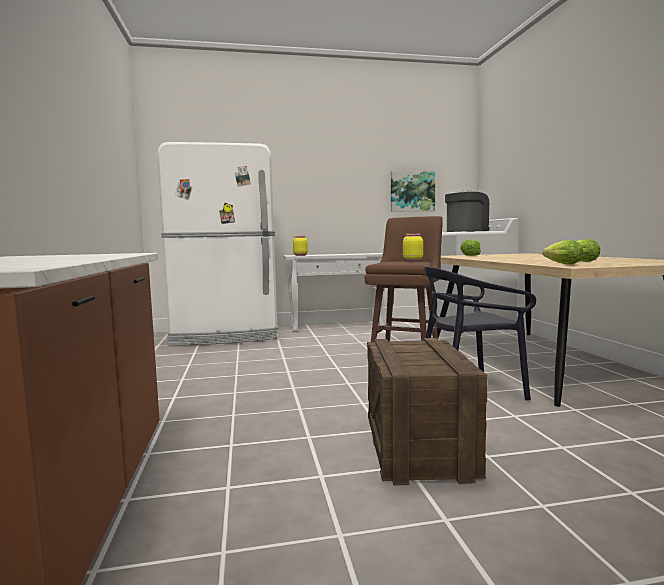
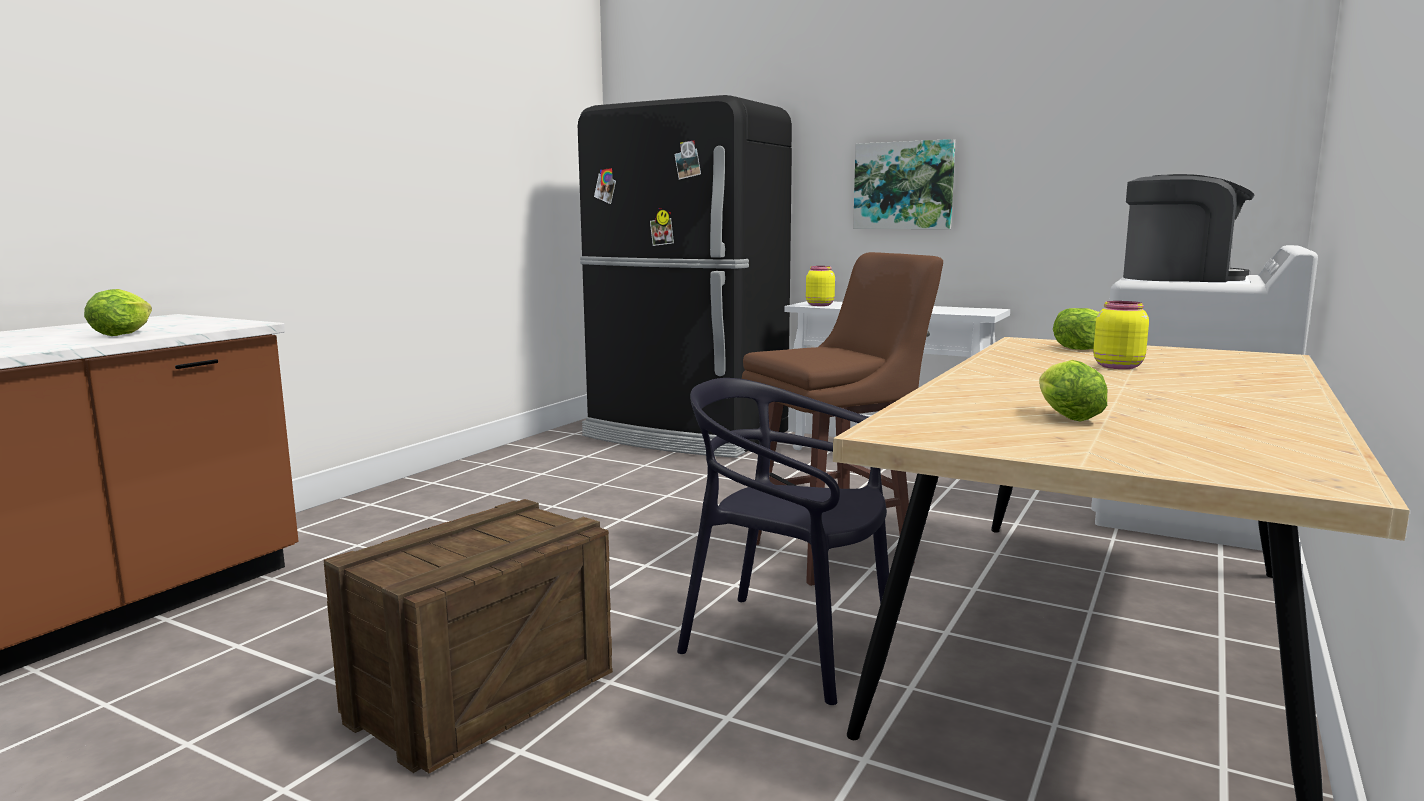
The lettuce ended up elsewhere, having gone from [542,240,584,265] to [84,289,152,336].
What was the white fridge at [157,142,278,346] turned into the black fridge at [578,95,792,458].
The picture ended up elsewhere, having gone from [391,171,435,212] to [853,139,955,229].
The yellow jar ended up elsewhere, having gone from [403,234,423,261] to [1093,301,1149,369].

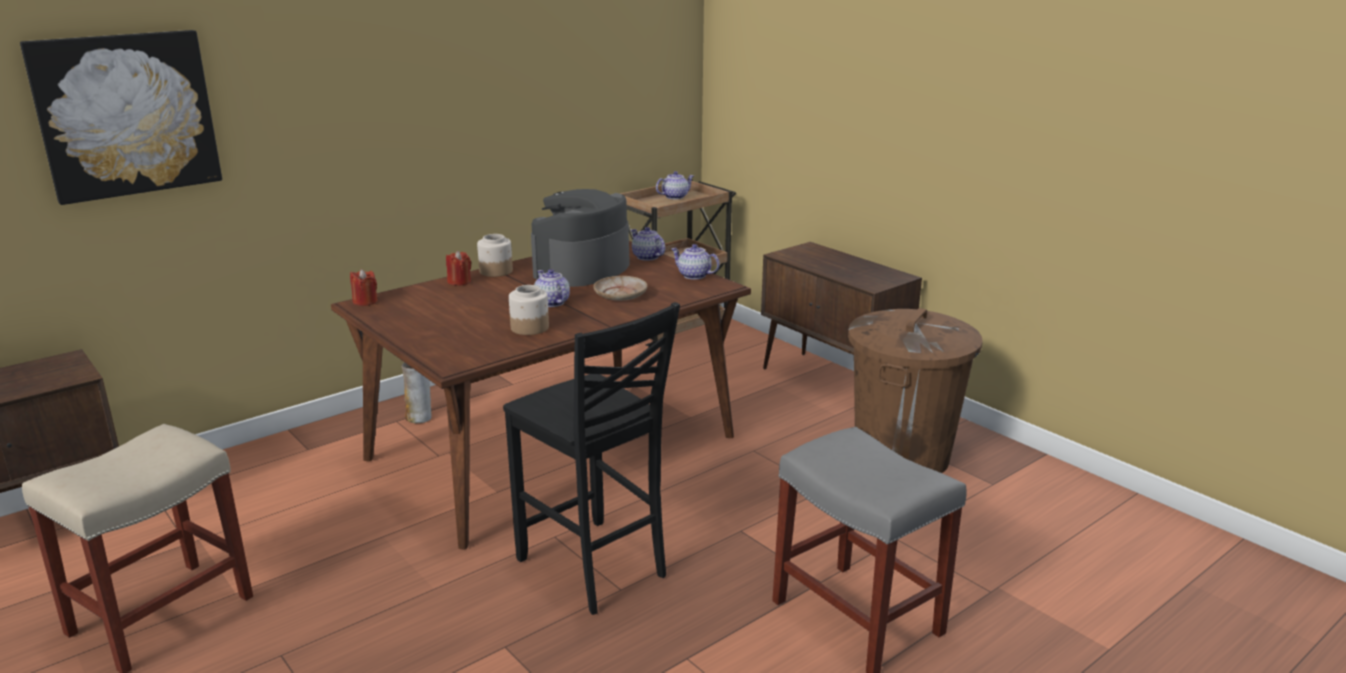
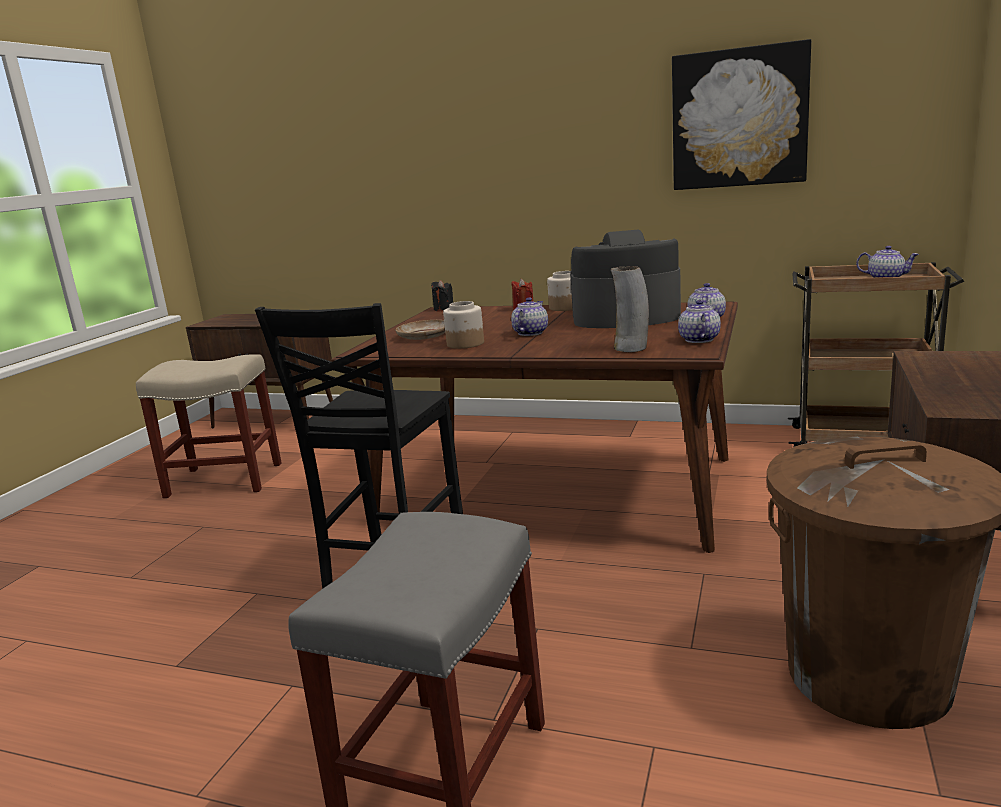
The beige plate ended up elsewhere, having gone from [594,276,647,301] to [395,320,445,340].
What was the red candle at [350,269,378,306] turned into the black candle at [431,280,453,312].
The vase ended up elsewhere, having gone from [401,362,432,423] to [611,266,649,352].
The picture ended up elsewhere, having gone from [20,30,222,205] to [672,39,811,190].

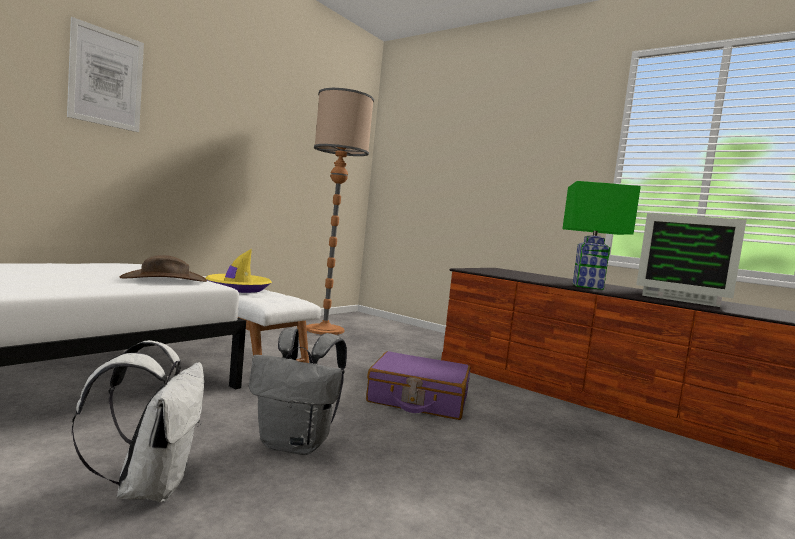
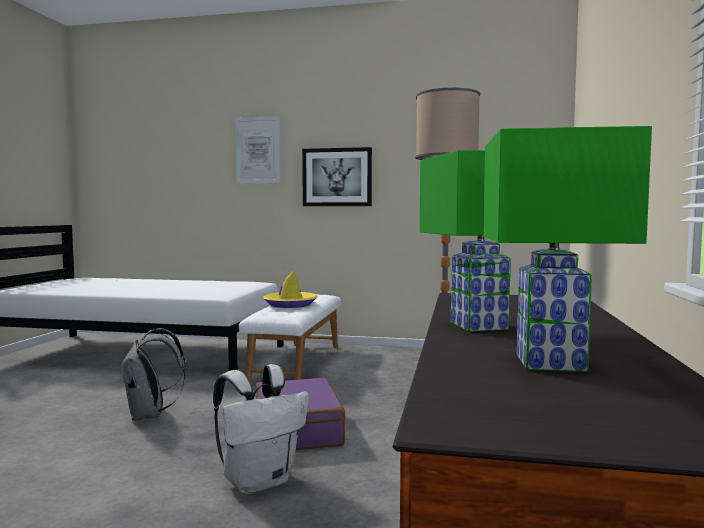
The white backpack ended up elsewhere, having gone from [71,340,204,502] to [213,364,309,494].
The second view gained the picture at [302,147,372,206].
Where the monitor stood at [636,213,746,307], the green table lamp came to stand at [483,126,652,372].
The second view lost the brown hat at [119,255,207,282].

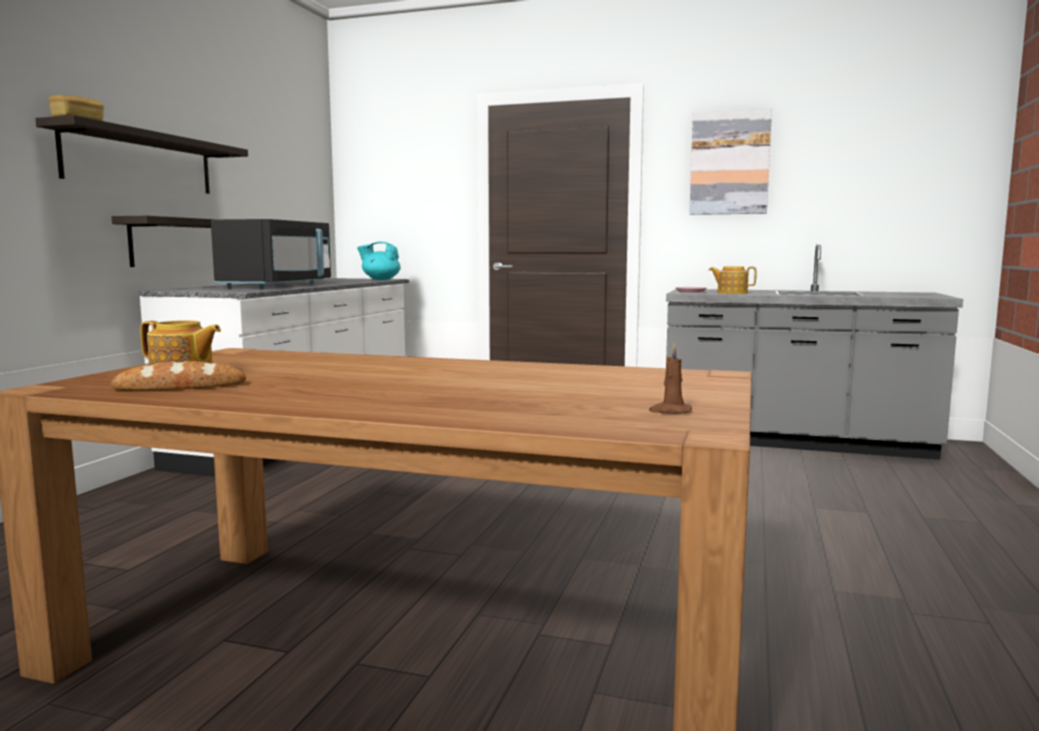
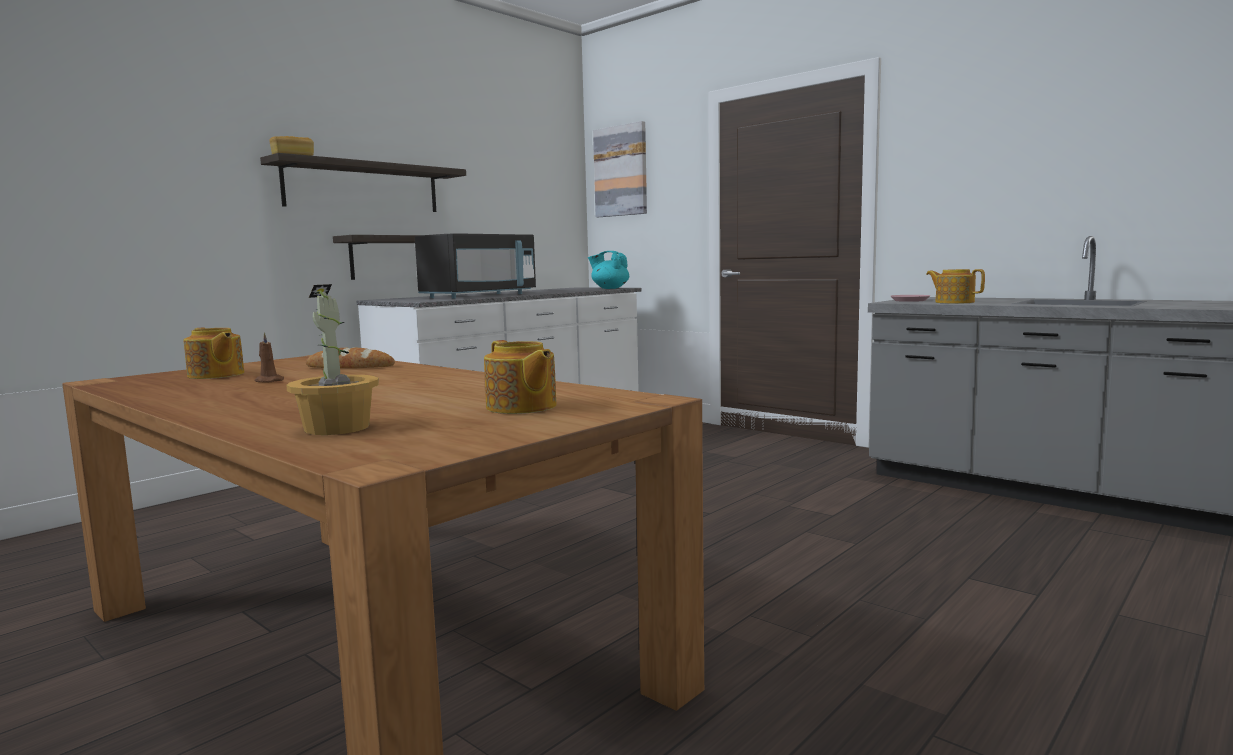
The brown candle ended up elsewhere, having gone from [649,344,692,413] to [254,332,284,383].
The second view gained the potted plant at [286,284,379,435].
The bread ended up elsewhere, having gone from [111,361,246,390] to [306,347,395,368].
The second view gained the teapot at [484,340,557,414].
The picture ended up elsewhere, having gone from [689,108,772,215] to [593,121,647,217].

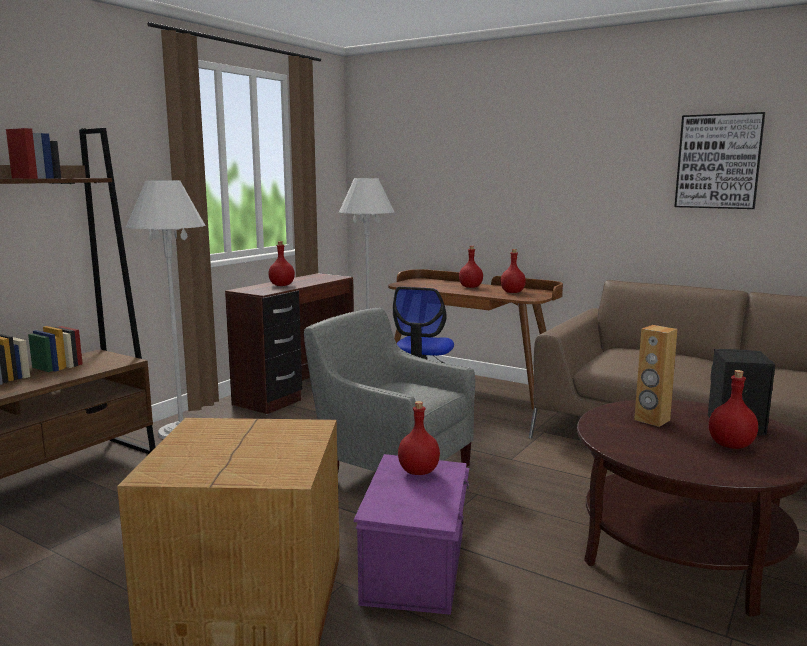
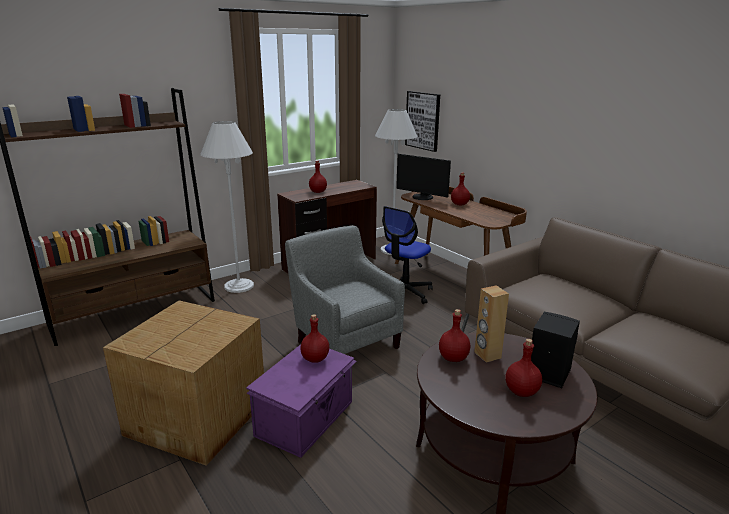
The second view gained the monitor at [396,154,451,200].
The picture ended up elsewhere, having gone from [674,112,765,209] to [405,91,440,152].
The red bottle ended up elsewhere, having gone from [501,249,526,293] to [439,309,470,362].

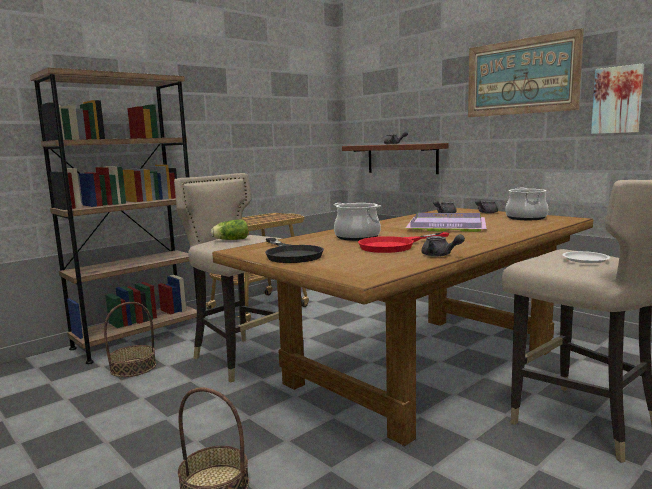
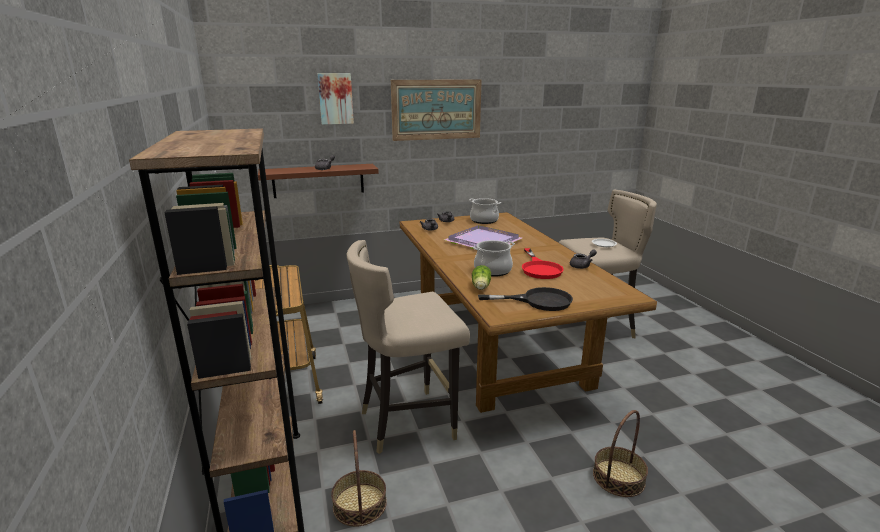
The picture ended up elsewhere, having gone from [591,64,644,134] to [317,73,354,125].
The lettuce ended up elsewhere, having gone from [211,219,248,240] to [472,265,491,290].

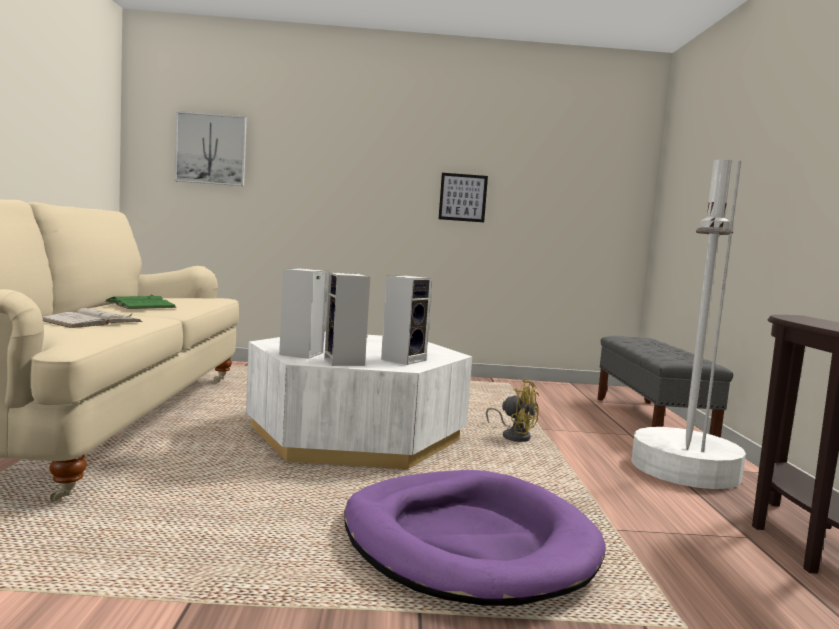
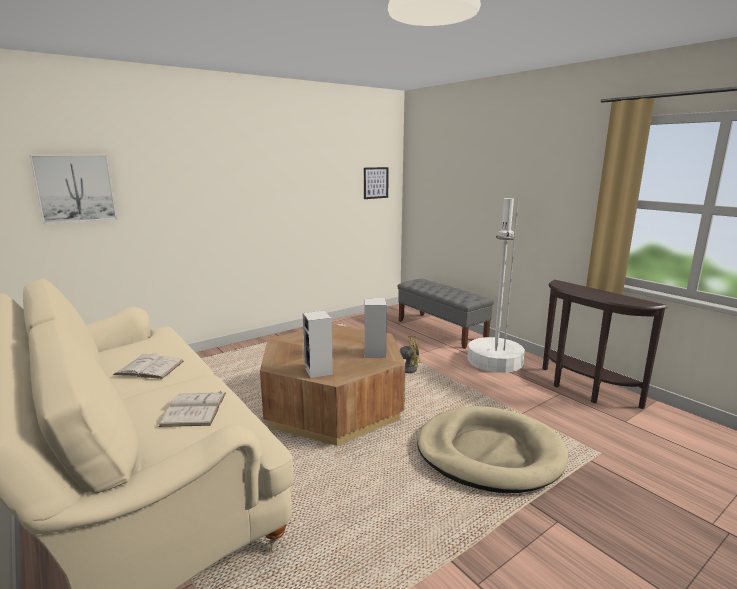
What was the green book at [106,294,176,309] turned into the white book at [113,354,184,379].
What was the white coffee table at [246,332,472,469] turned into the brown coffee table at [260,324,405,445].
The picture ended up elsewhere, having gone from [439,173,488,222] to [364,167,389,199].
What was the purple dog bed at [344,470,606,606] turned into the beige dog bed at [417,406,568,493].
The second view lost the speaker at [324,272,370,366].

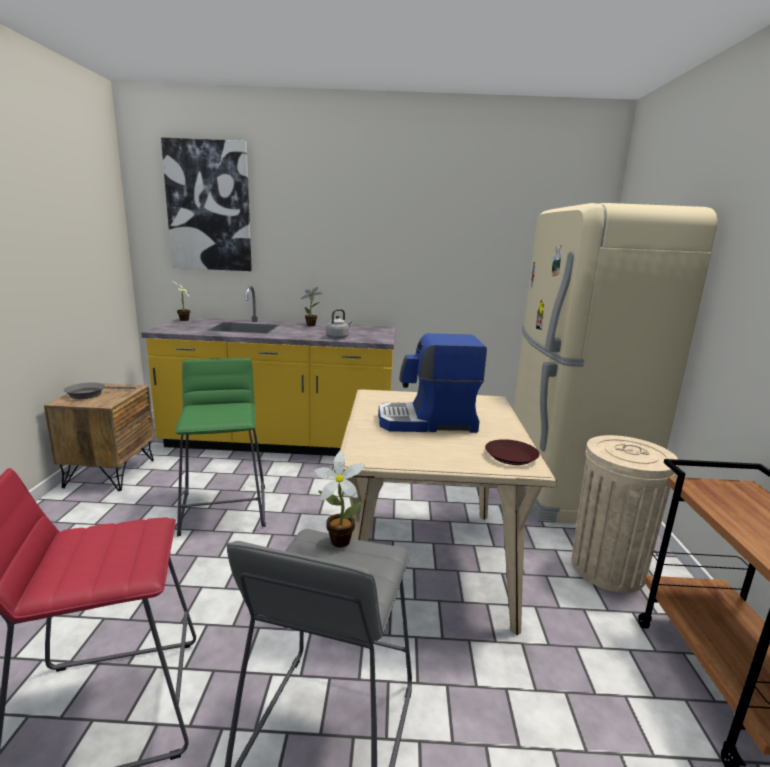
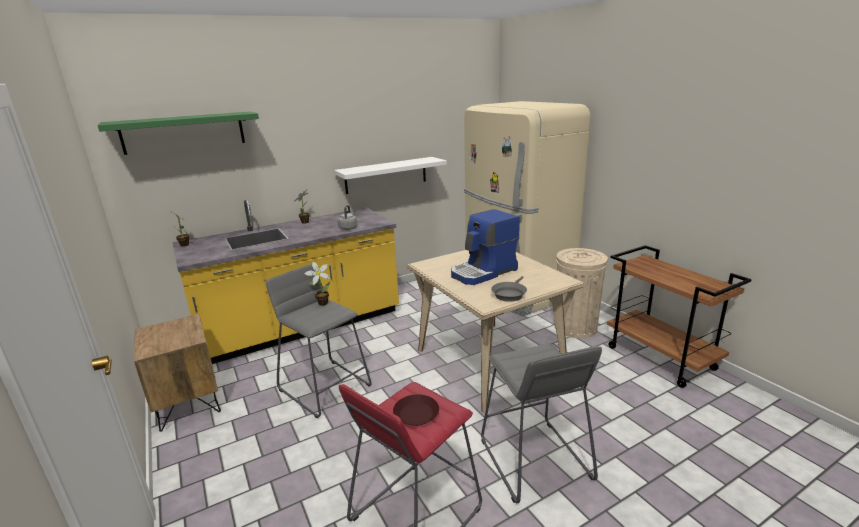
Where the picture hung at [161,138,252,271], the green shelf came to hang at [97,111,259,155].
What was the green stool at [175,358,266,536] turned into the grey stool at [266,264,372,418].
The potted plant ended up elsewhere, having gone from [315,451,365,547] to [305,262,330,306].
The second view gained the white shelf at [334,157,447,194].
The brown plate ended up elsewhere, having gone from [485,439,540,465] to [393,394,439,426].
The grey frying pan ended up elsewhere, having gone from [64,382,135,399] to [491,276,527,302].

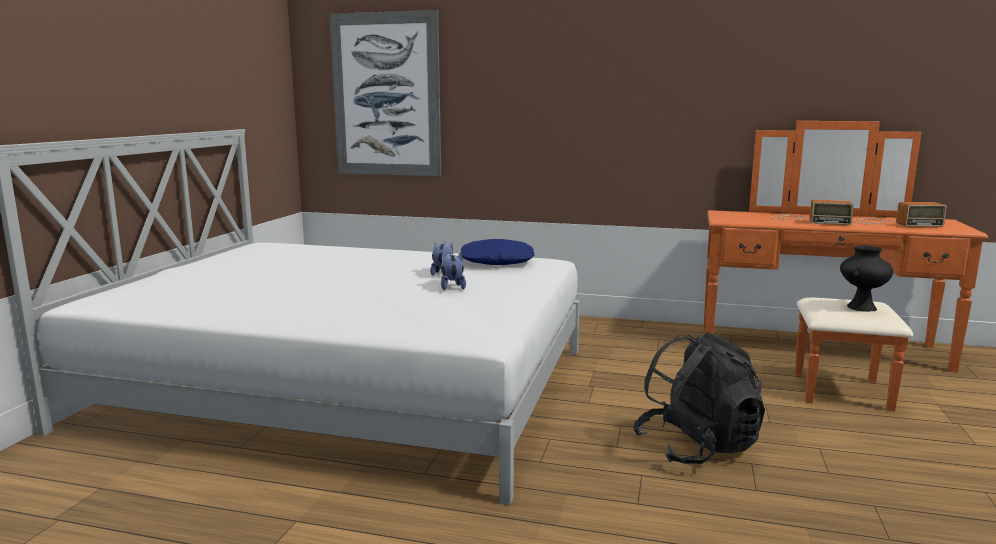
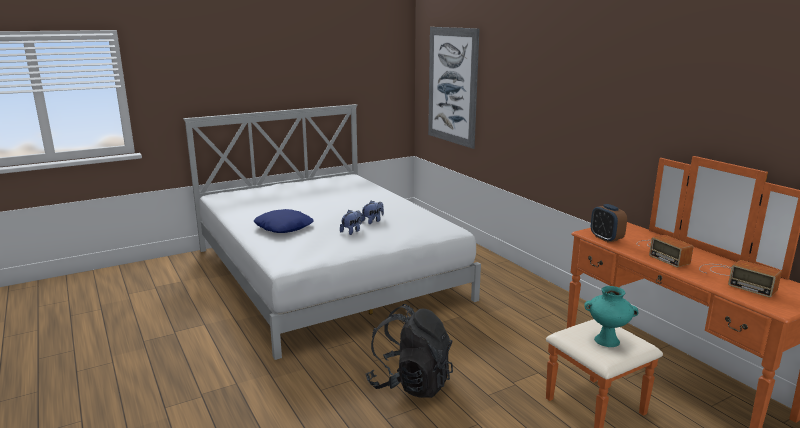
The blue pillow ended up elsewhere, having gone from [460,239,534,265] to [254,209,314,233].
What was the black vase at [840,245,893,312] turned into the turquoise vase at [584,286,639,347].
The second view gained the alarm clock at [591,204,627,243].

